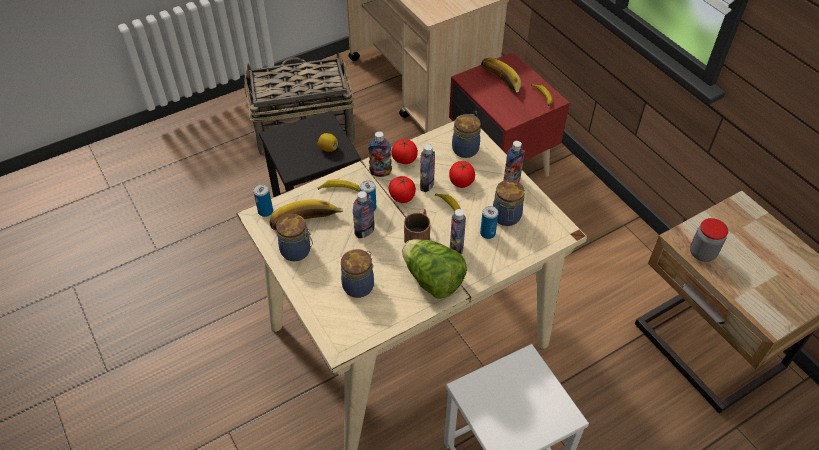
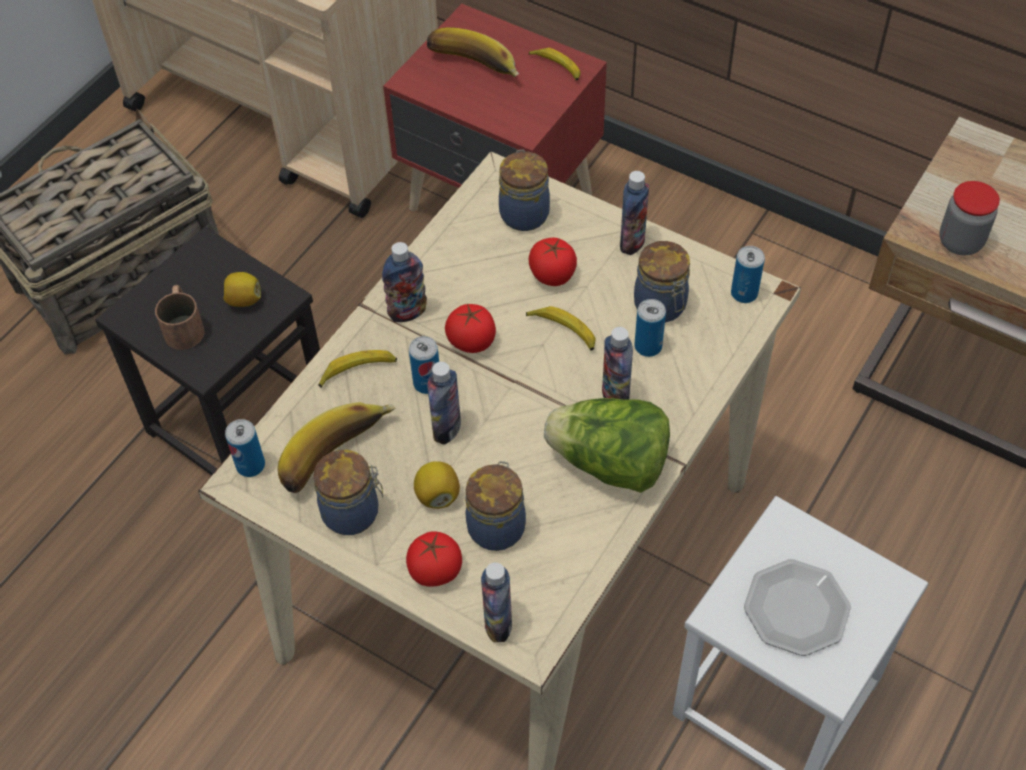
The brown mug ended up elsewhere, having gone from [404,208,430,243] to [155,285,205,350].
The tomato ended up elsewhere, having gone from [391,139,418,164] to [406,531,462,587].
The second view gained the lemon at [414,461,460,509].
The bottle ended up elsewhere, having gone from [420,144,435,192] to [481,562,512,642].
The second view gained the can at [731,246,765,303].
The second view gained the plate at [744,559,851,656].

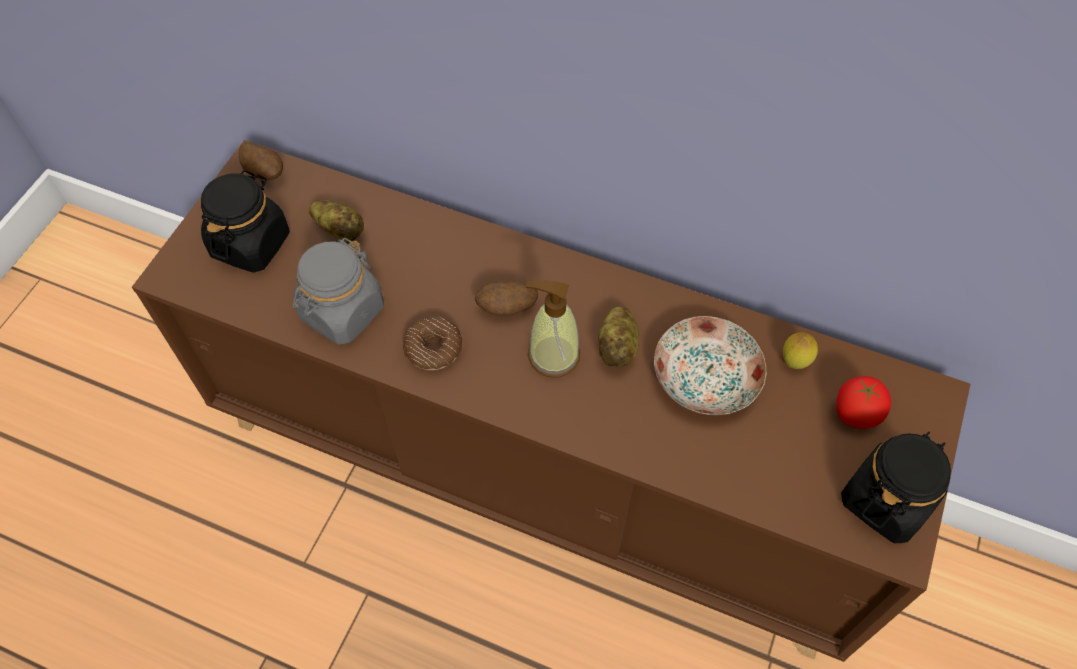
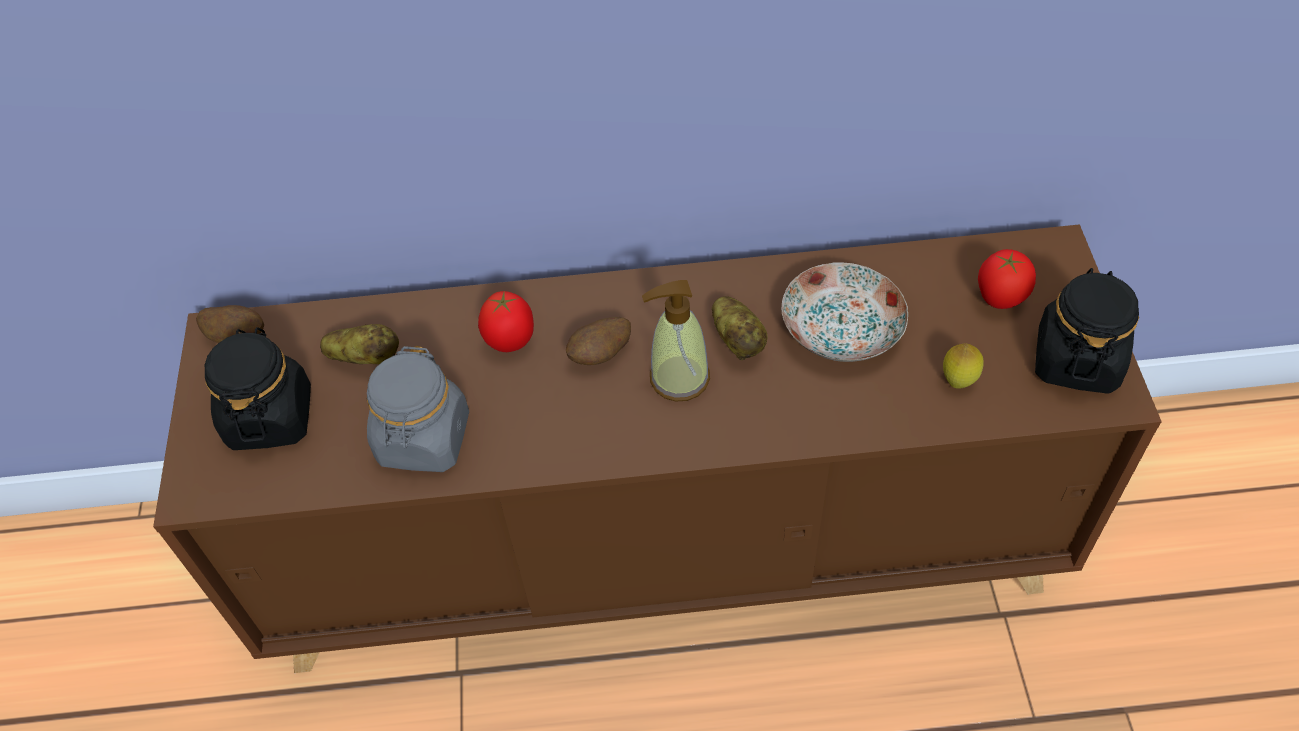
The second view gained the tomato at [478,290,534,352].
The lemon ended up elsewhere, having gone from [783,333,818,369] to [943,344,984,389].
The second view lost the donut at [403,317,462,370].

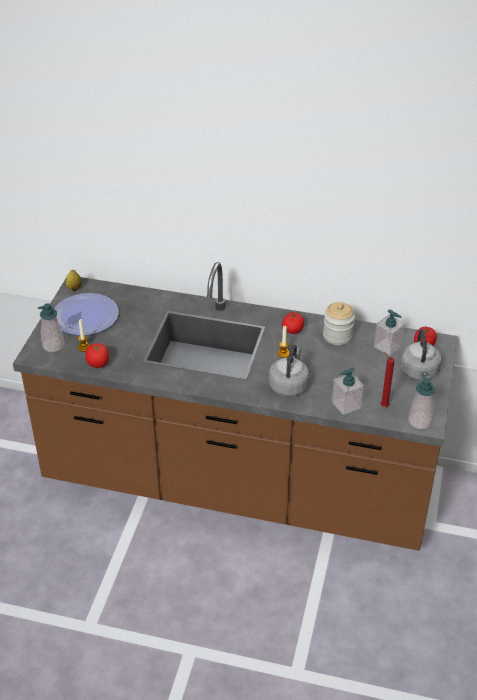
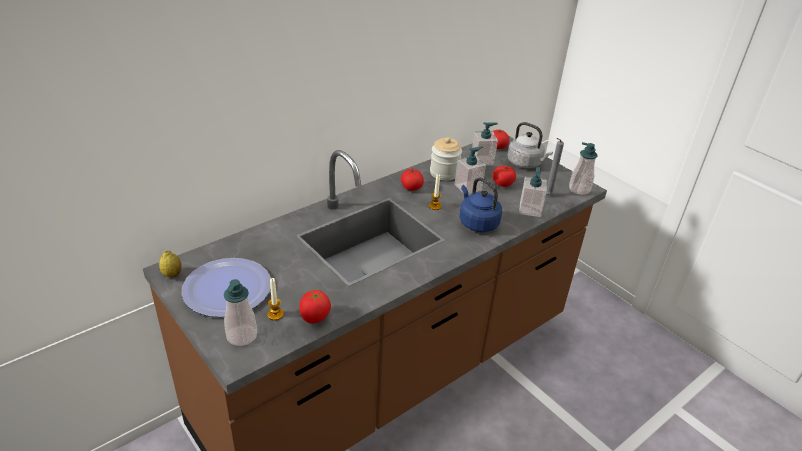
The second view gained the soap dispenser at [454,146,486,194].
What was the grey kettle at [269,345,309,396] turned into the blue kettle at [459,177,502,232].
The second view gained the tomato at [492,166,516,187].
What was the red candle at [381,352,395,407] turned into the grey candle at [546,138,564,195].

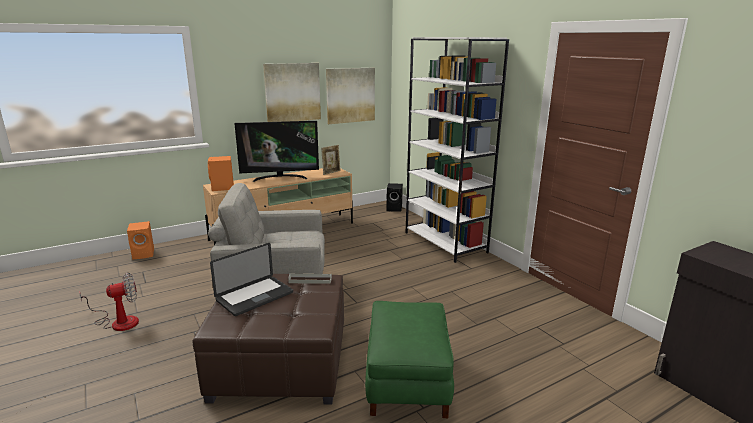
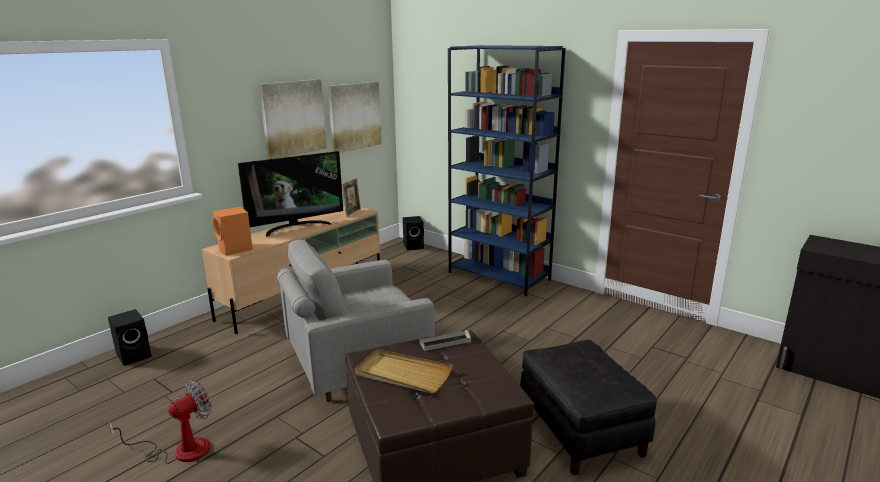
What was the orange speaker at [127,221,154,259] turned into the black speaker at [108,309,152,366].
Where the laptop stood at [210,243,293,316], the beige tray came to stand at [355,349,452,393].
What was the white bookcase at [406,37,509,263] turned into the blue bookcase at [448,45,566,297].
What was the green ottoman at [365,301,454,418] turned into the black ottoman at [520,340,657,476].

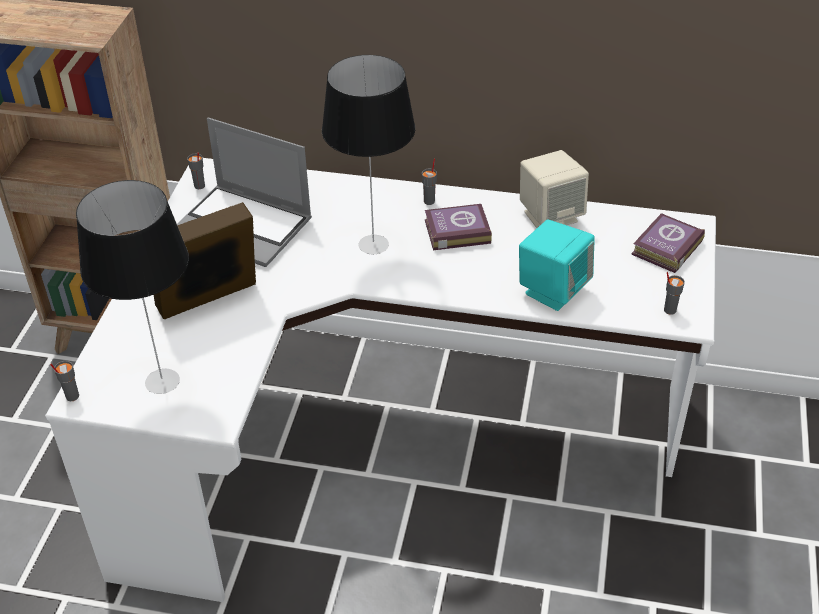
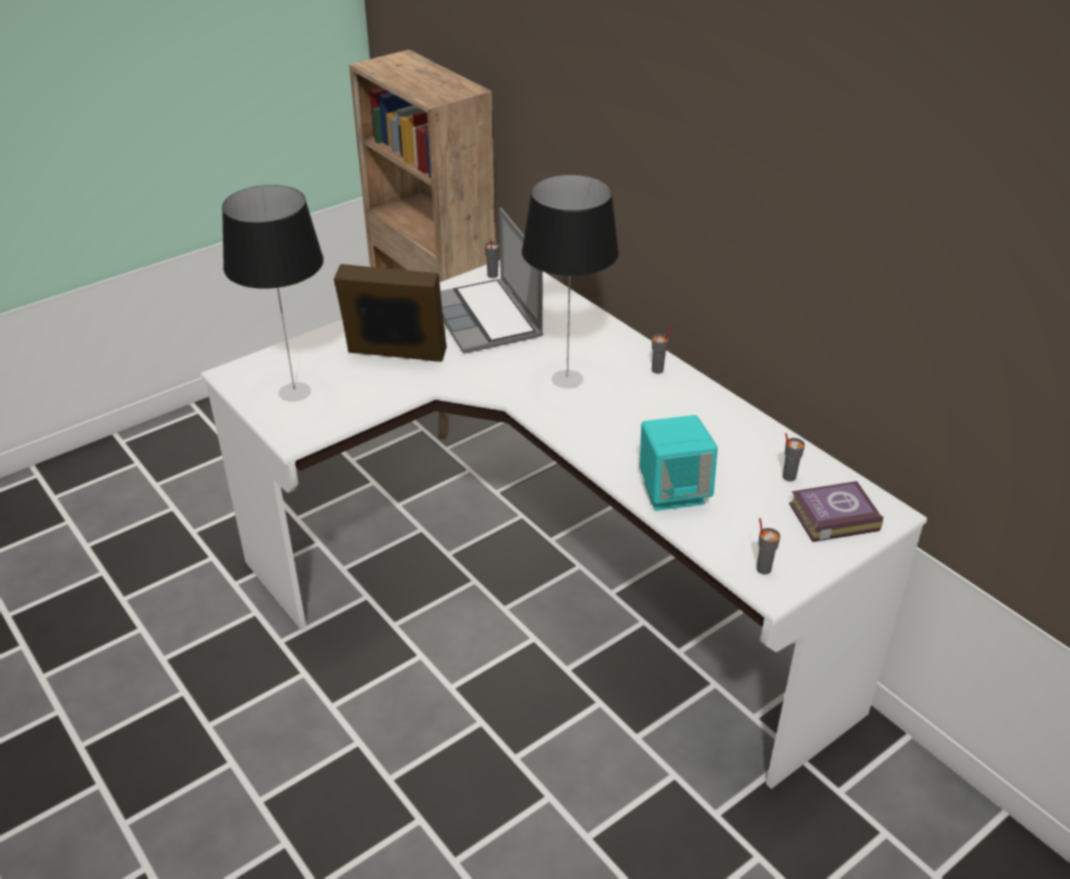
The grey cup ended up elsewhere, having gone from [50,361,79,401] to [783,433,805,481].
The second view lost the book at [425,204,492,250].
The second view lost the beige speaker at [520,150,589,228].

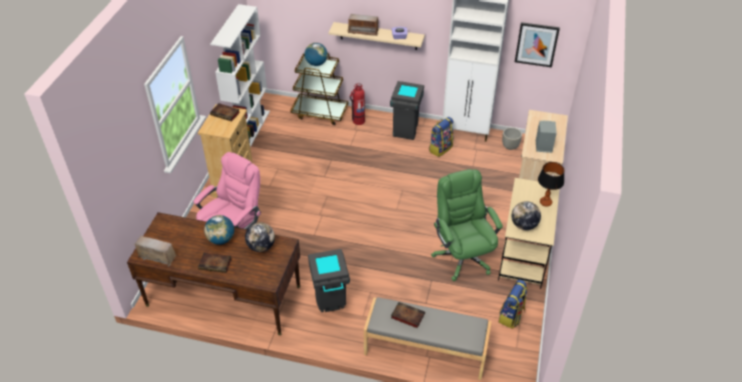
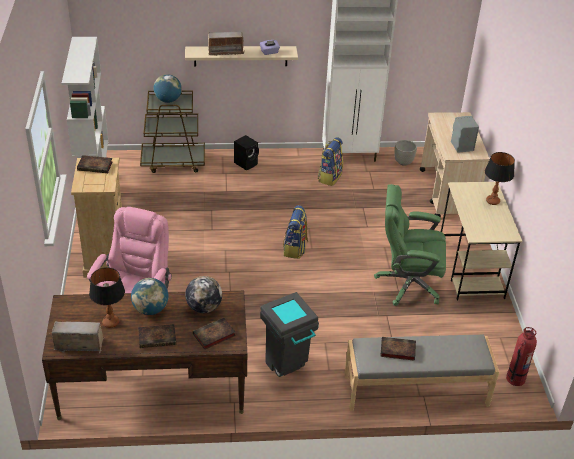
The second view gained the table lamp at [89,267,125,328].
The second view gained the book at [193,318,236,350].
The second view gained the black speaker at [234,135,259,170].
The backpack ended up elsewhere, having gone from [499,280,527,329] to [283,205,308,259].
The green office chair at [431,169,503,281] ended up facing another way, 45 degrees counterclockwise from before.
The fire extinguisher ended up elsewhere, having gone from [350,83,365,125] to [506,327,537,386].
The second view lost the grey trash can at [390,81,424,140].
The second view lost the globe at [512,201,541,230].
The second view lost the picture at [515,22,560,68].

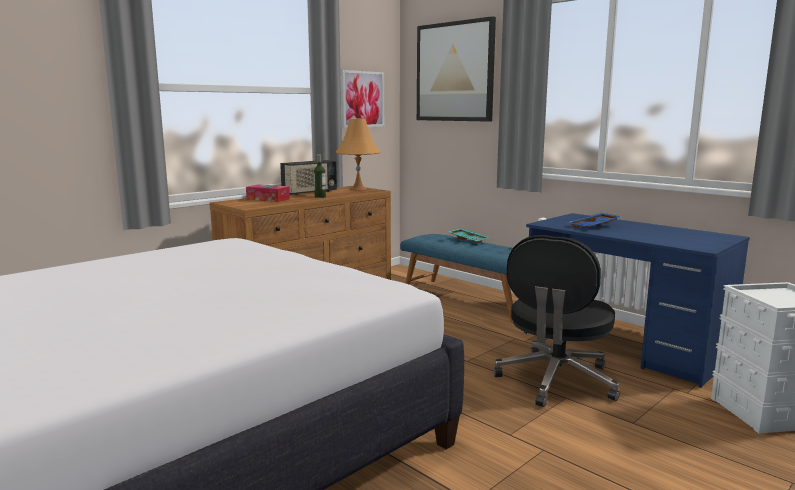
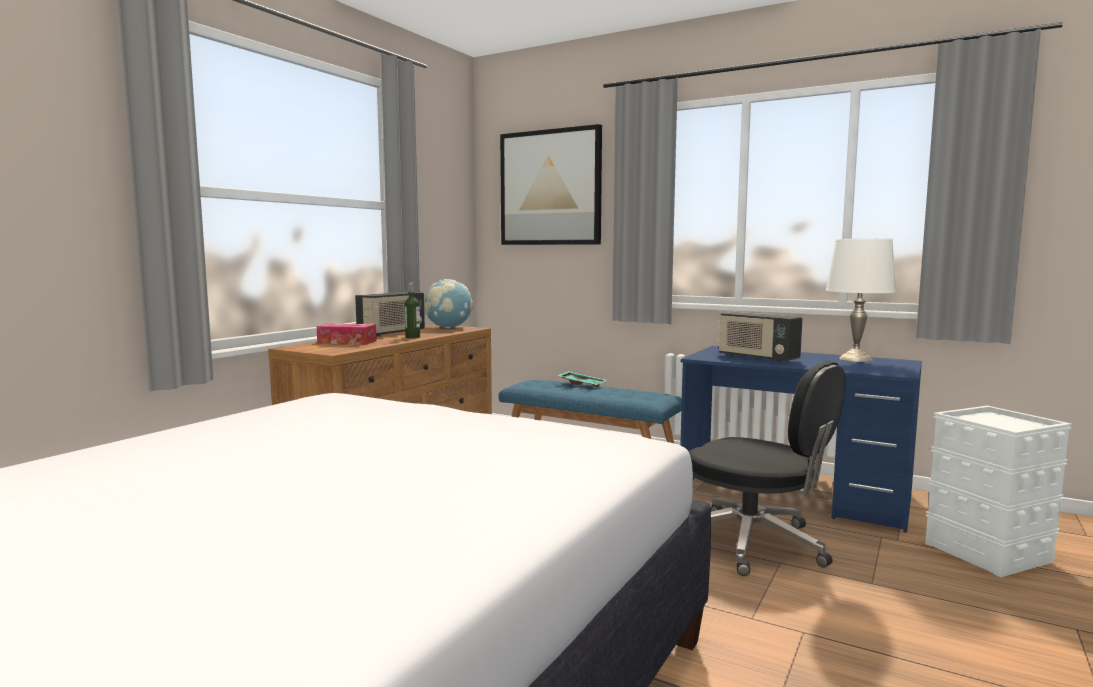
Where the orange table lamp stood at [335,119,381,190], the globe came to stand at [424,279,473,328].
The black office chair at [494,235,620,407] ended up facing another way, 60 degrees counterclockwise from before.
Where the blue tray stood at [567,213,622,228], the radio came to stand at [718,312,803,362].
The second view gained the white table lamp at [826,239,896,362].
The second view lost the picture at [341,70,384,128].

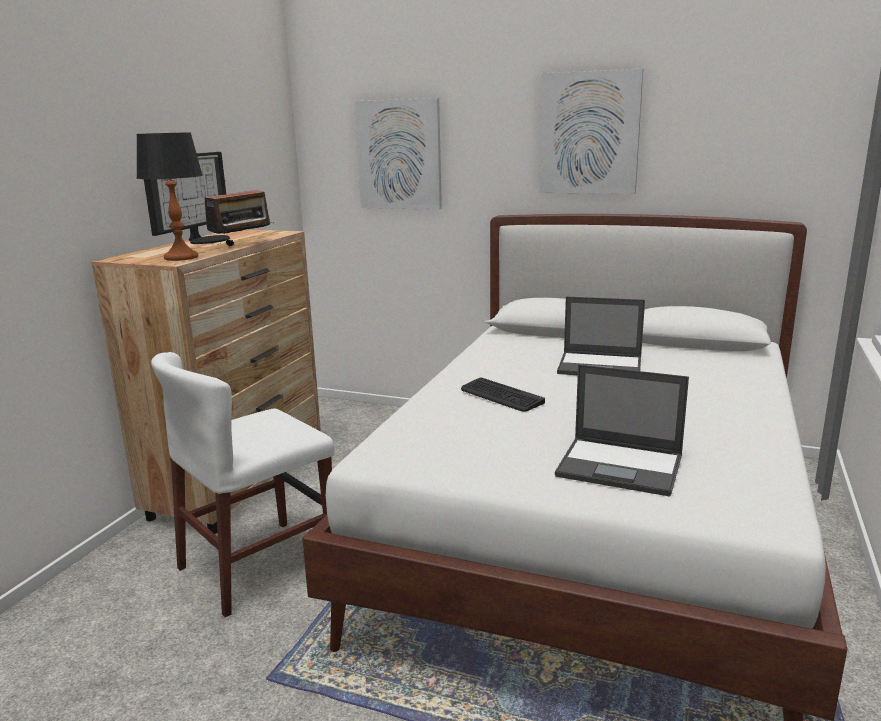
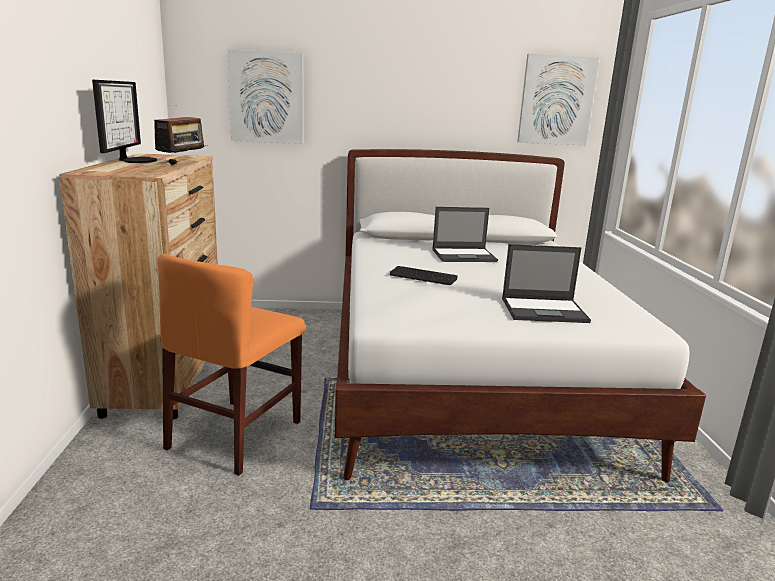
What was the white chair at [151,352,334,617] turned into the orange chair at [157,253,305,476].
The picture ended up elsewhere, having gone from [539,69,643,194] to [517,54,599,145].
The second view lost the table lamp at [136,132,203,261].

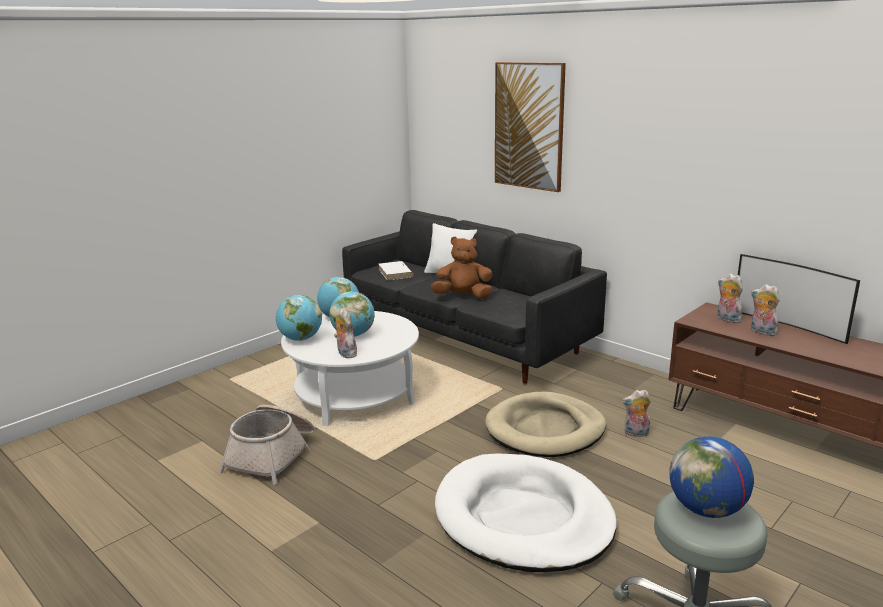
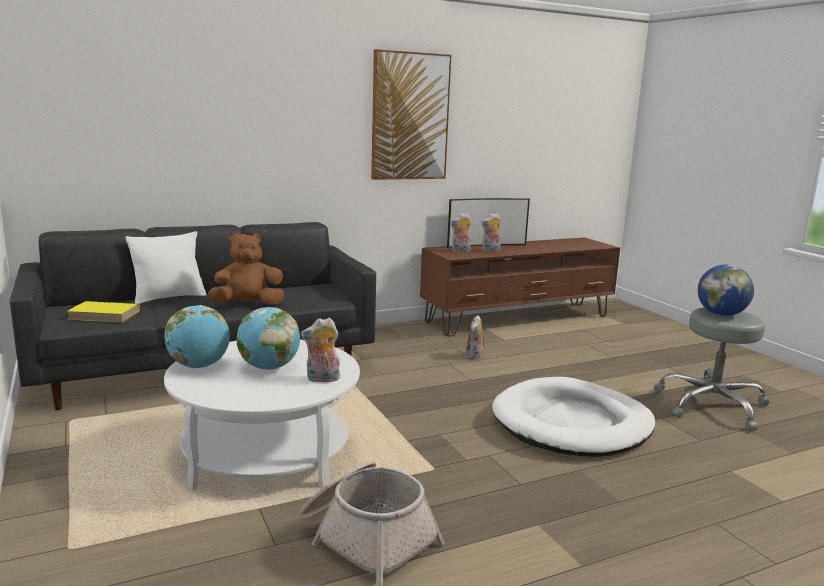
What was the white book at [379,261,413,281] turned into the yellow book at [67,301,140,323].
The brown plush toy at [431,237,493,299] ended up facing another way, 45 degrees clockwise from before.
The picture ended up elsewhere, having gone from [495,62,566,192] to [371,49,452,180].
The second view lost the globe at [276,295,322,341].
The second view lost the beige dog bed at [485,392,606,457].

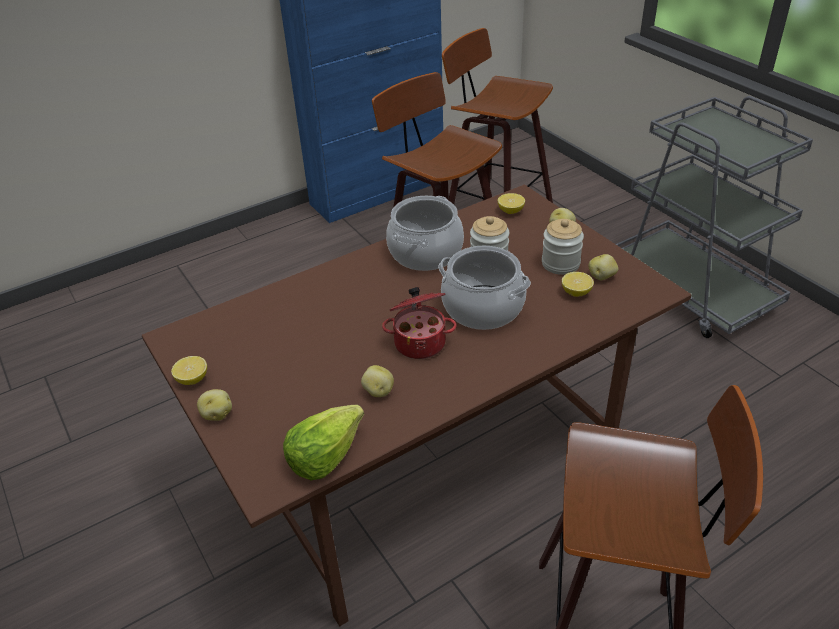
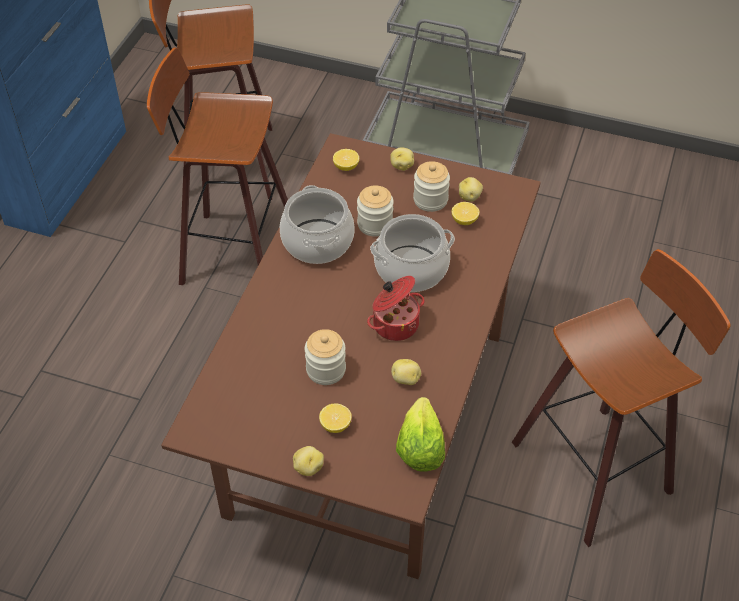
The second view gained the jar at [305,329,346,385].
The lemon ended up elsewhere, having gone from [171,356,207,385] to [319,403,352,433].

